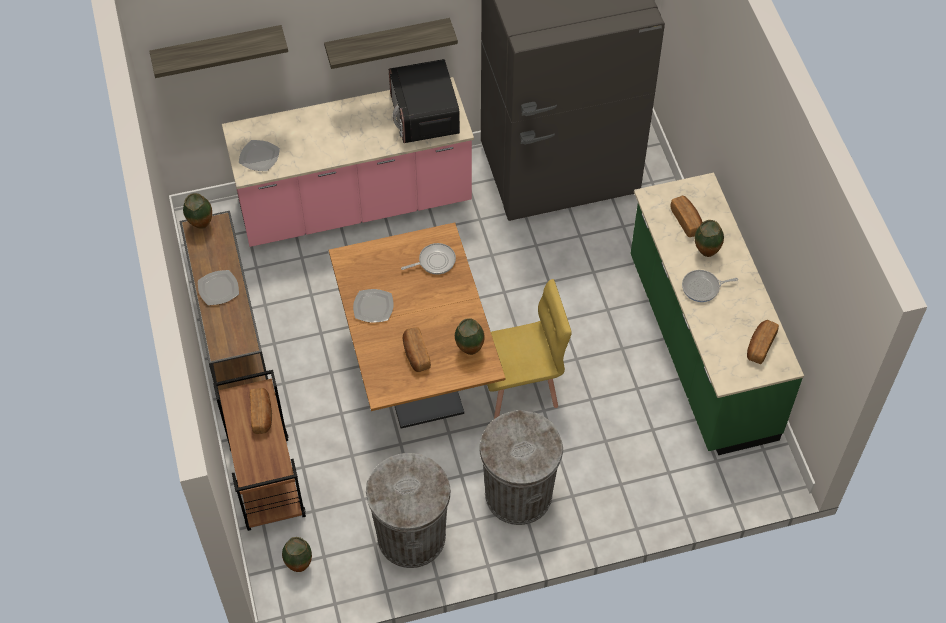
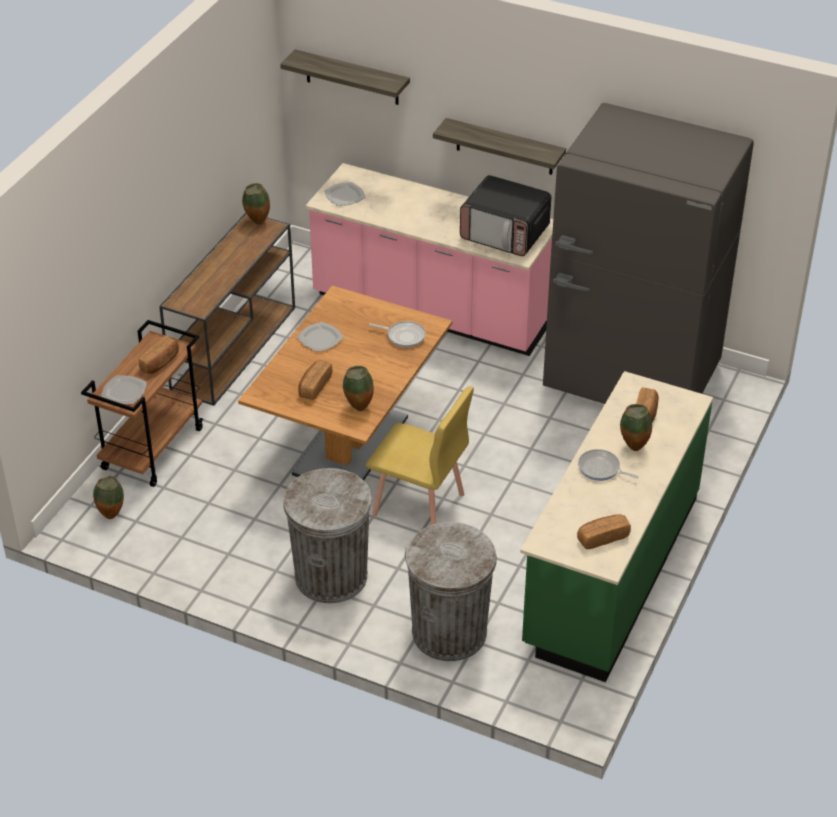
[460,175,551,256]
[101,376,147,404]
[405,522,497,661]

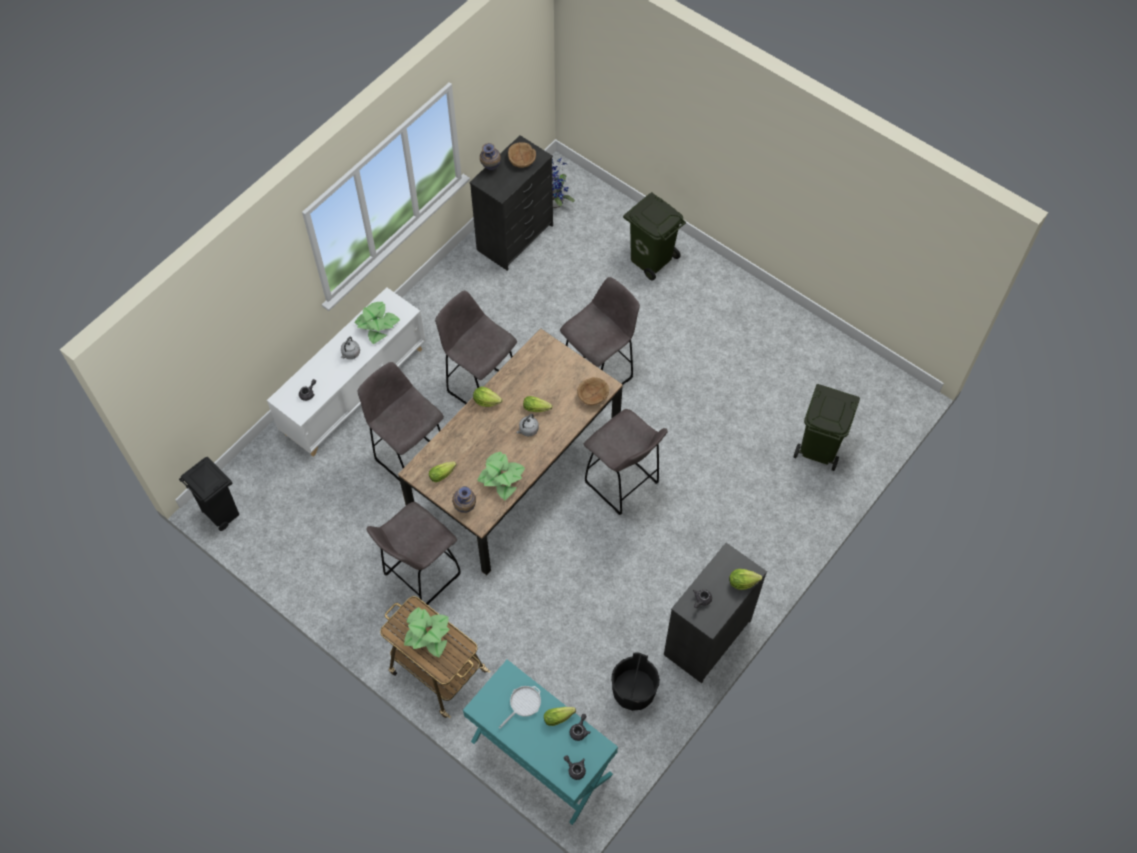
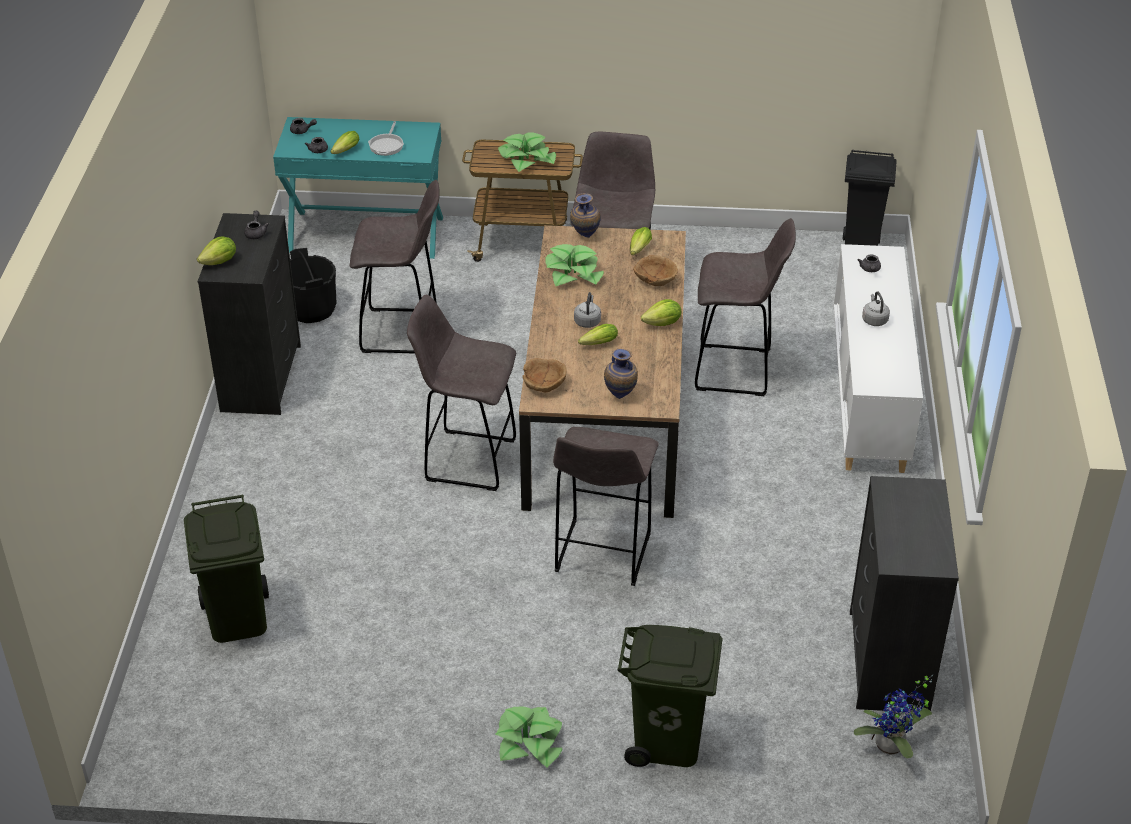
[633,255,678,286]
[604,349,638,399]
[350,180,440,354]
[496,706,562,768]

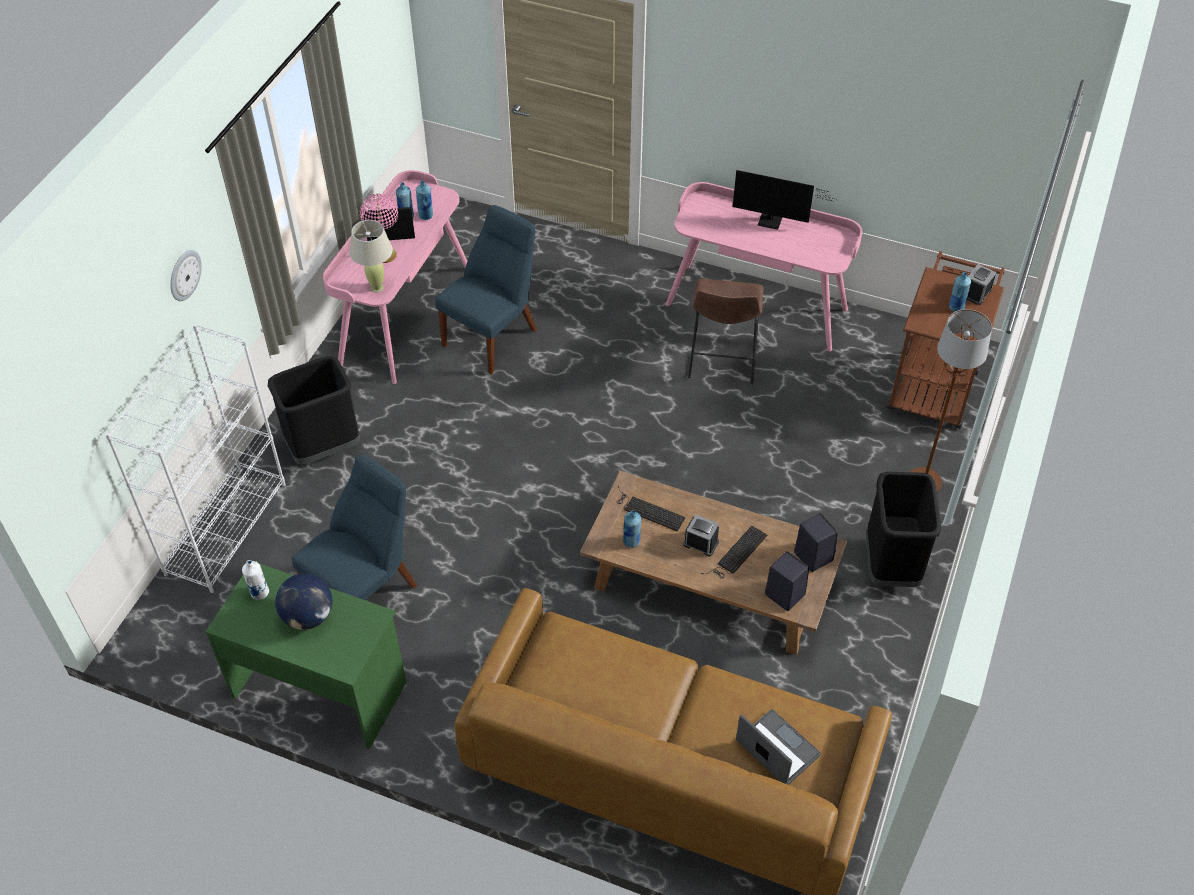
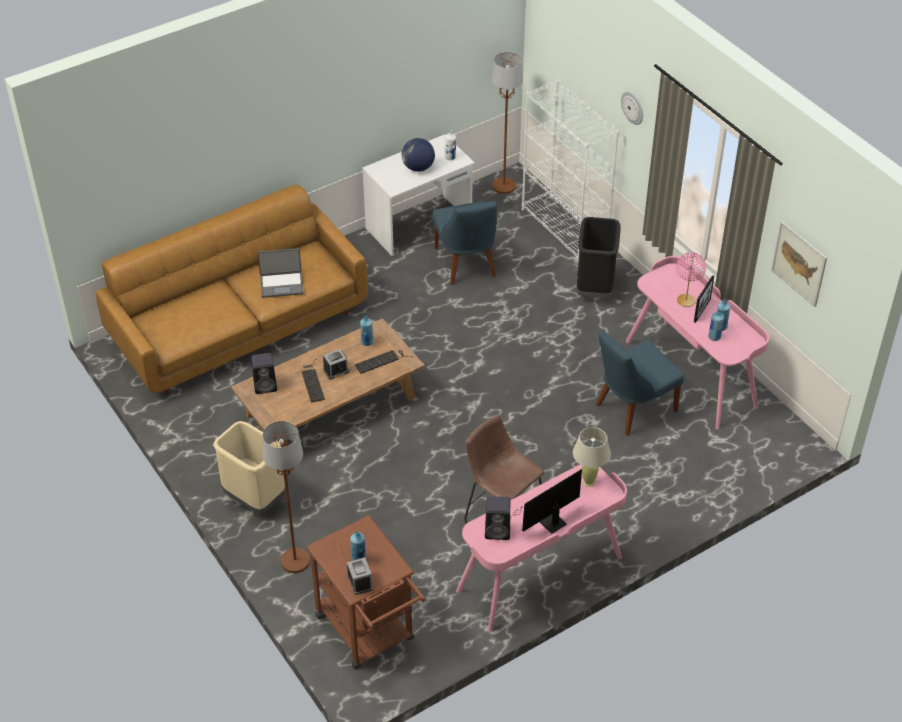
[596,330,684,436]
[573,427,611,487]
[213,421,285,514]
[485,496,510,540]
[362,134,475,256]
[258,248,304,298]
[492,52,523,194]
[771,221,827,307]

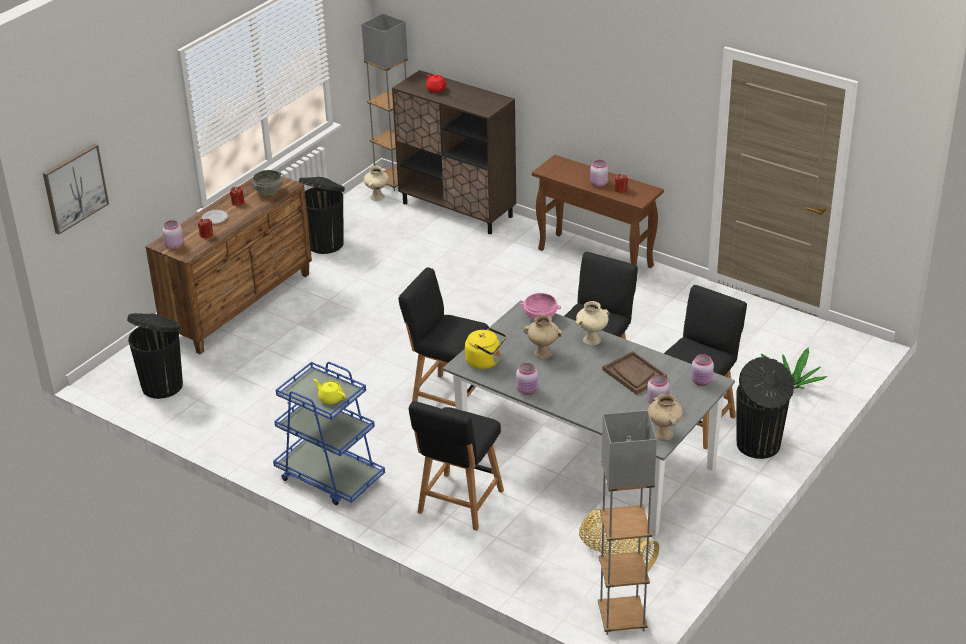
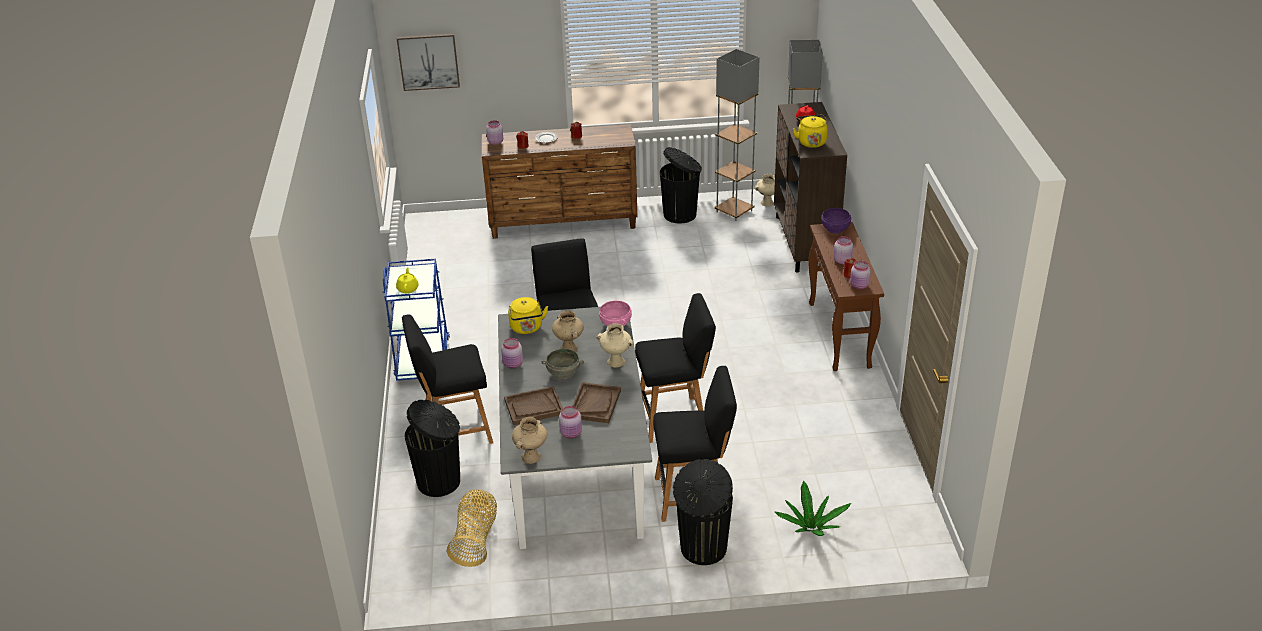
[542,349,584,379]
[405,400,460,497]
[850,261,871,289]
[714,49,760,221]
[793,115,828,148]
[821,208,851,233]
[504,386,563,425]

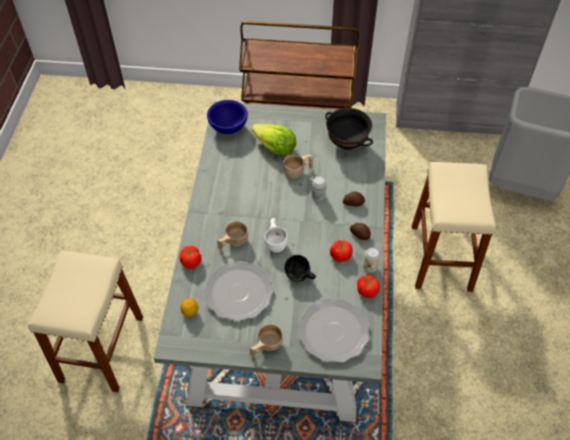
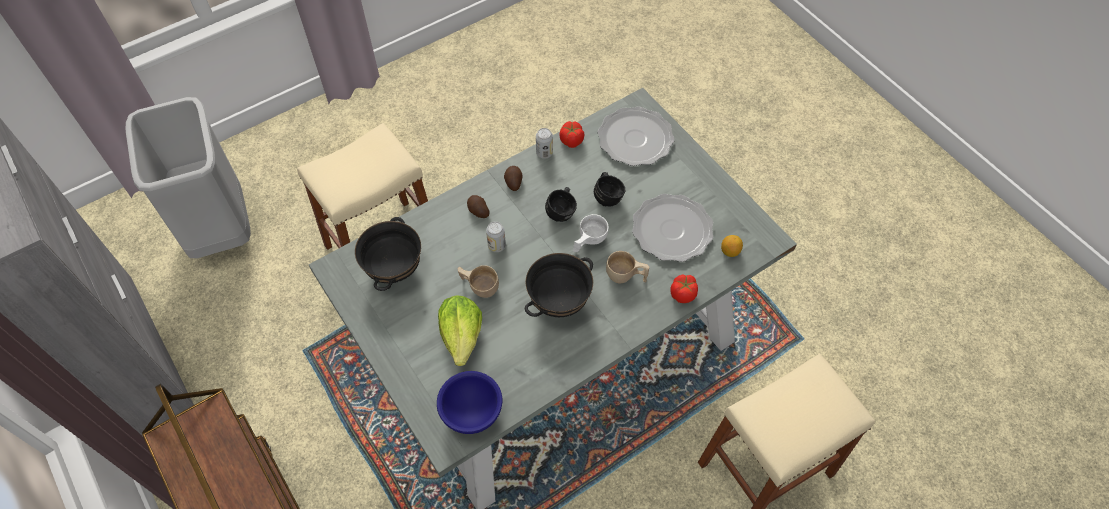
[330,240,352,262] (first image)
[250,324,283,356] (first image)
[545,187,577,222]
[525,253,593,317]

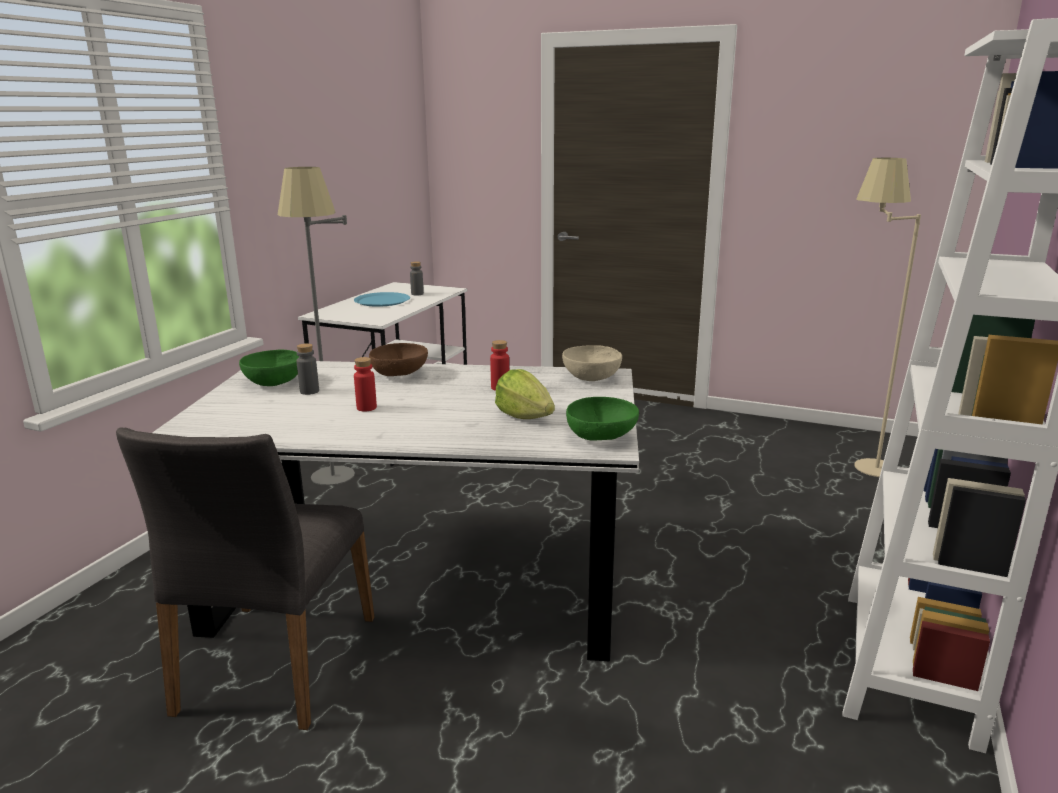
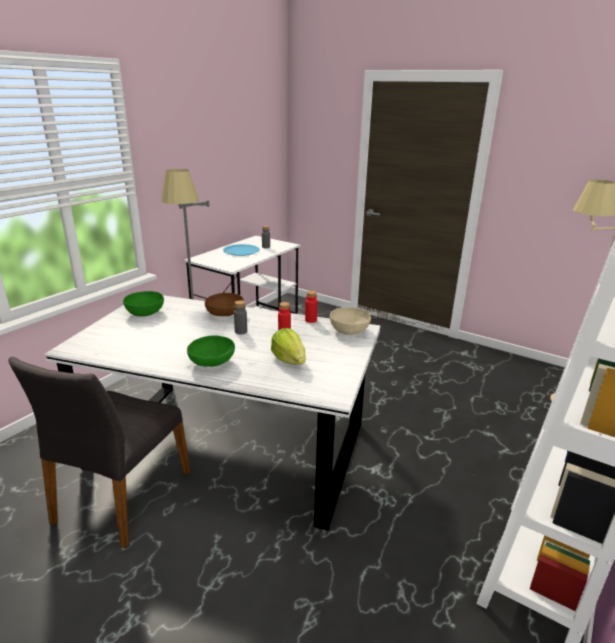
[234,300,247,334]
[305,291,317,323]
[187,336,235,367]

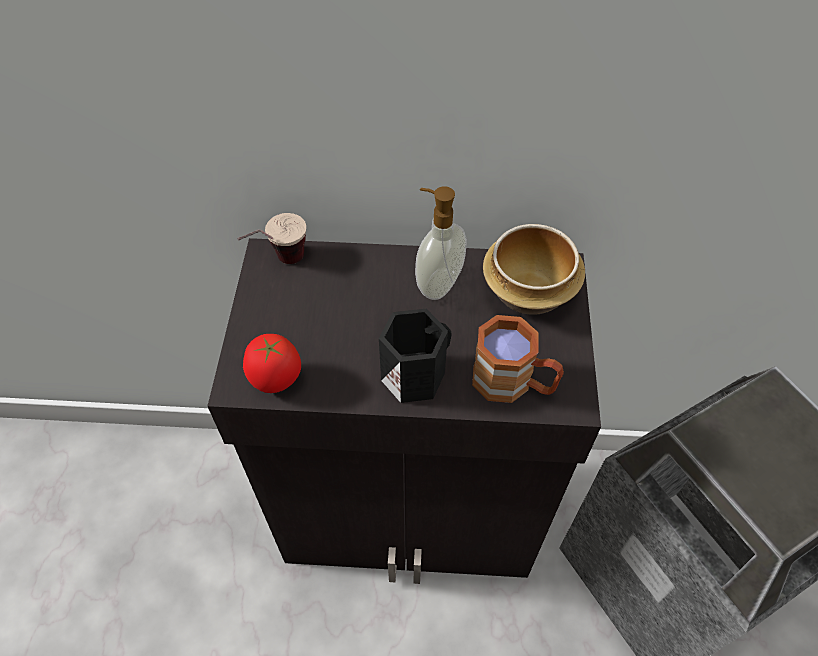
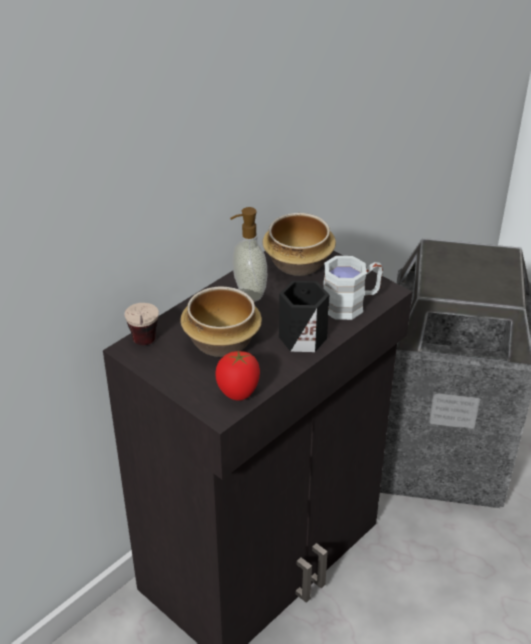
[323,256,383,320]
[180,287,262,357]

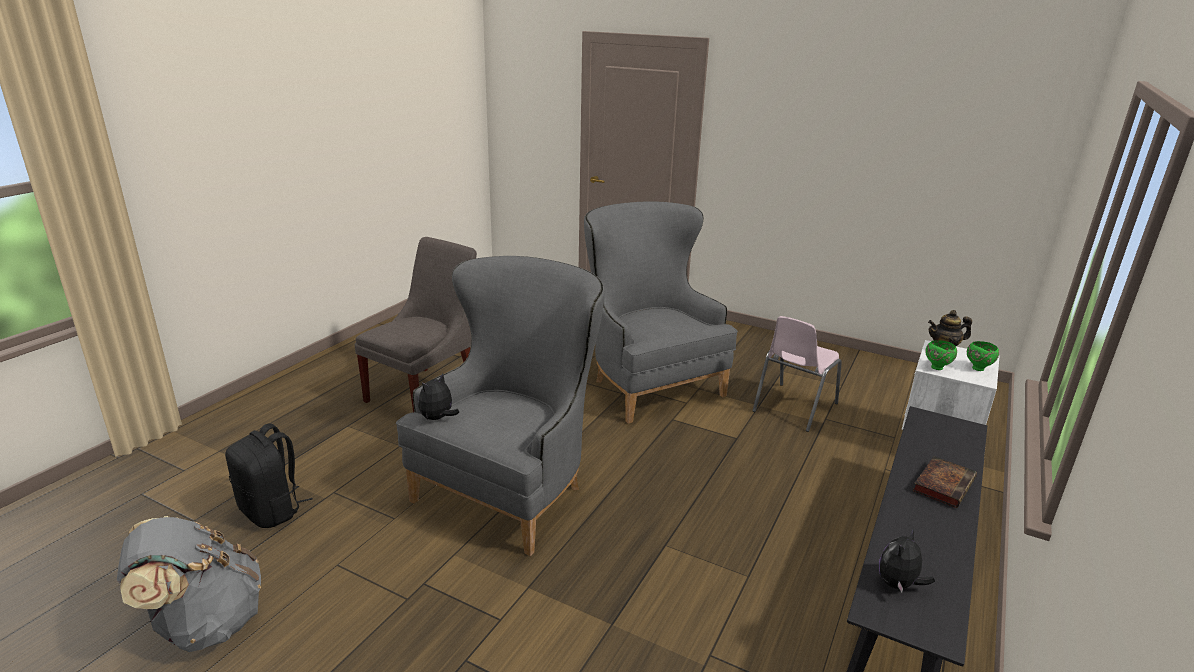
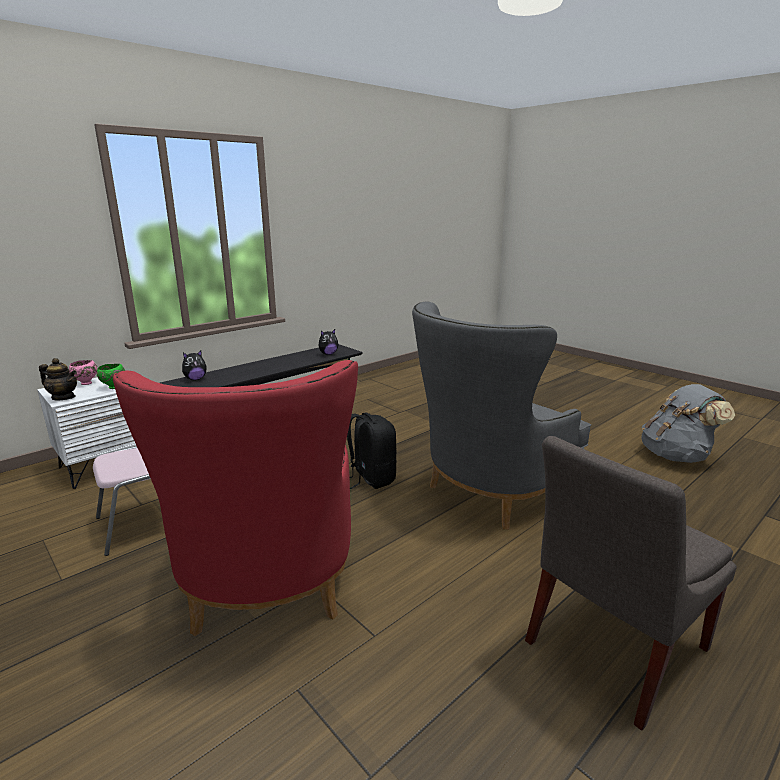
[113,360,358,636]
[69,360,97,385]
[182,351,207,380]
[347,413,396,489]
[912,456,977,508] (first image)

